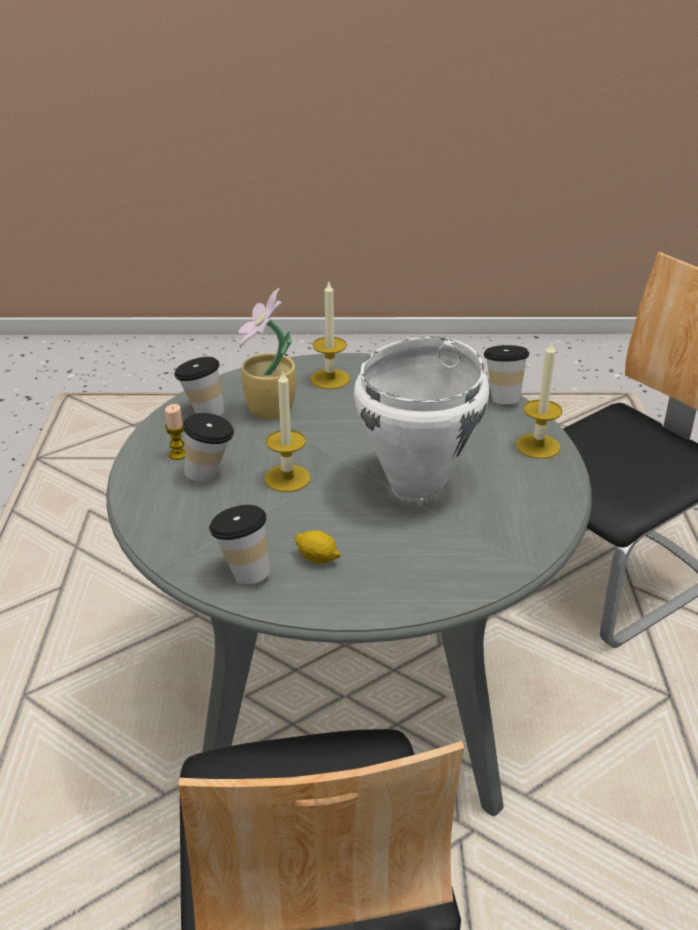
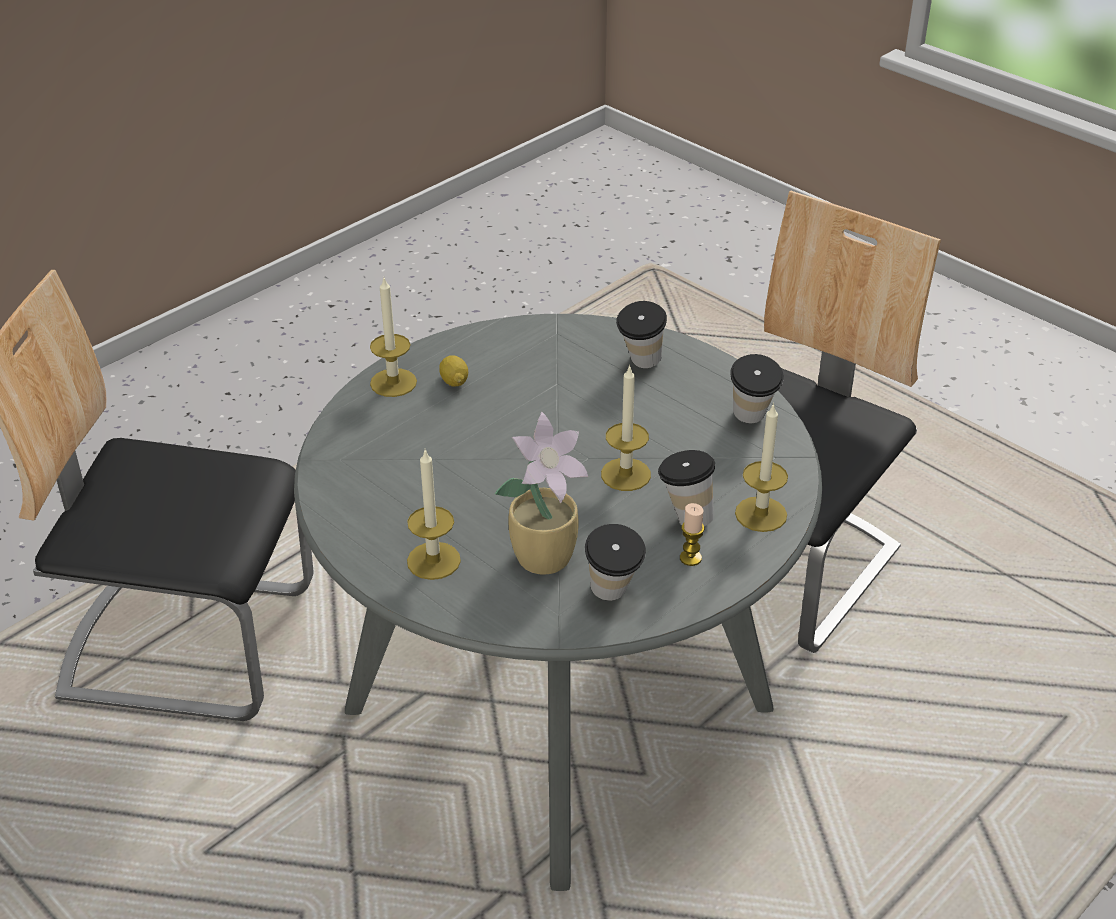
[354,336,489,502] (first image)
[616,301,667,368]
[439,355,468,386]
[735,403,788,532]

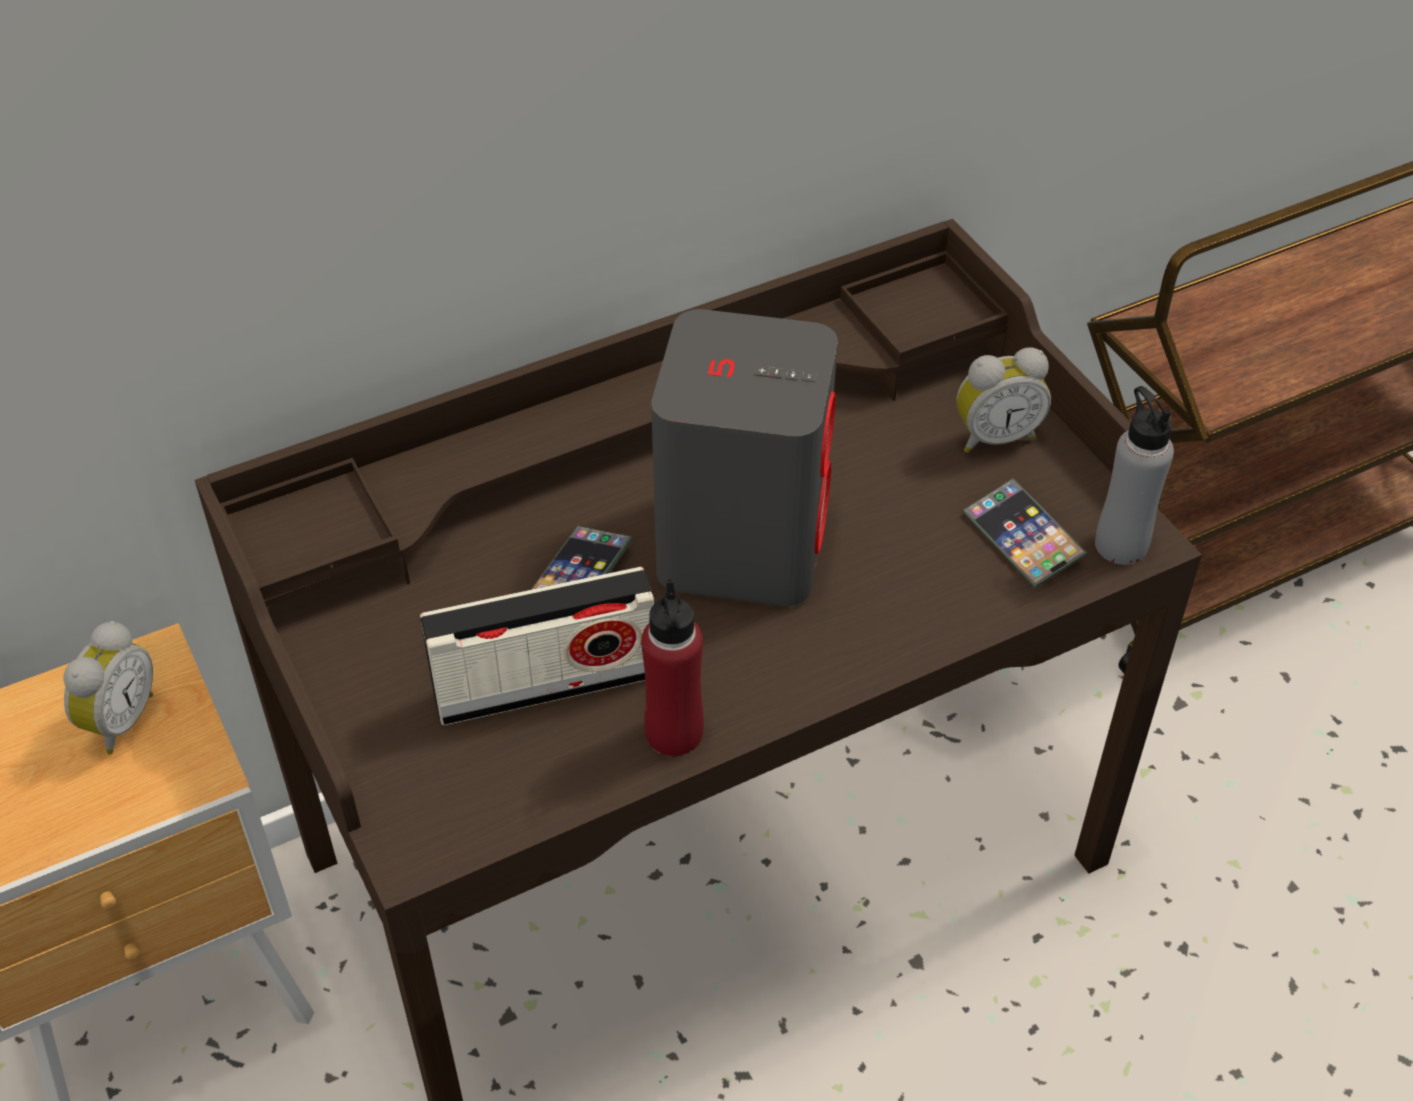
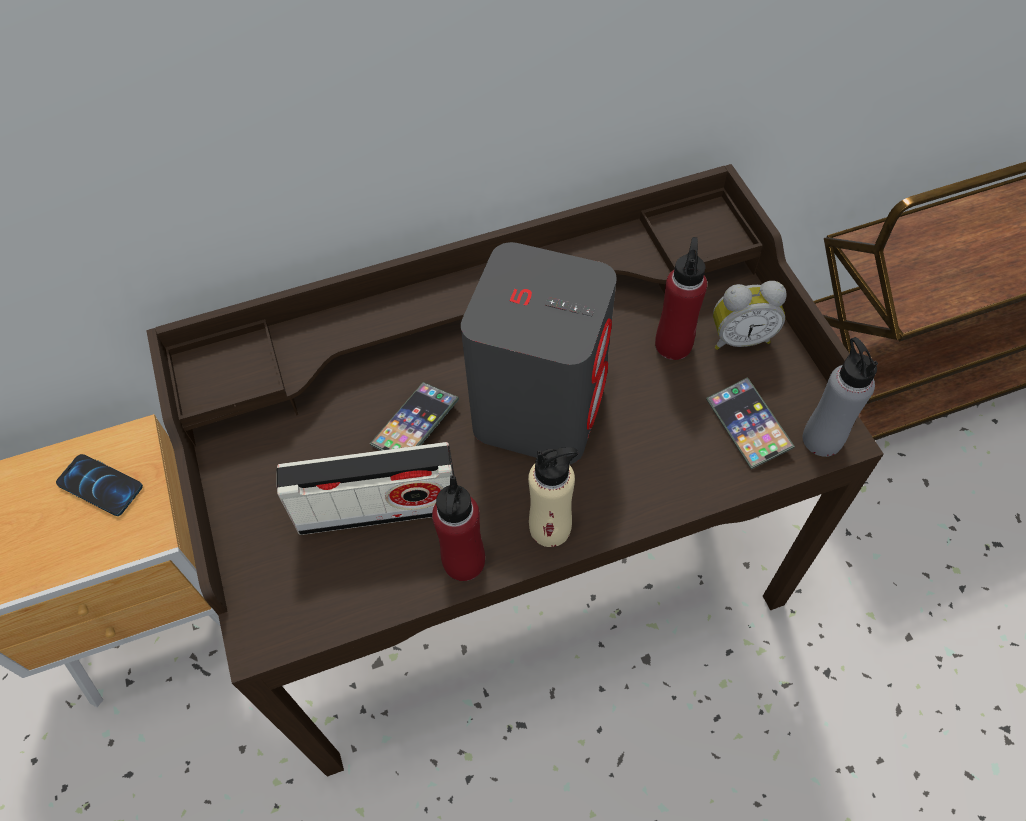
[56,454,143,516]
[655,237,707,360]
[528,447,578,547]

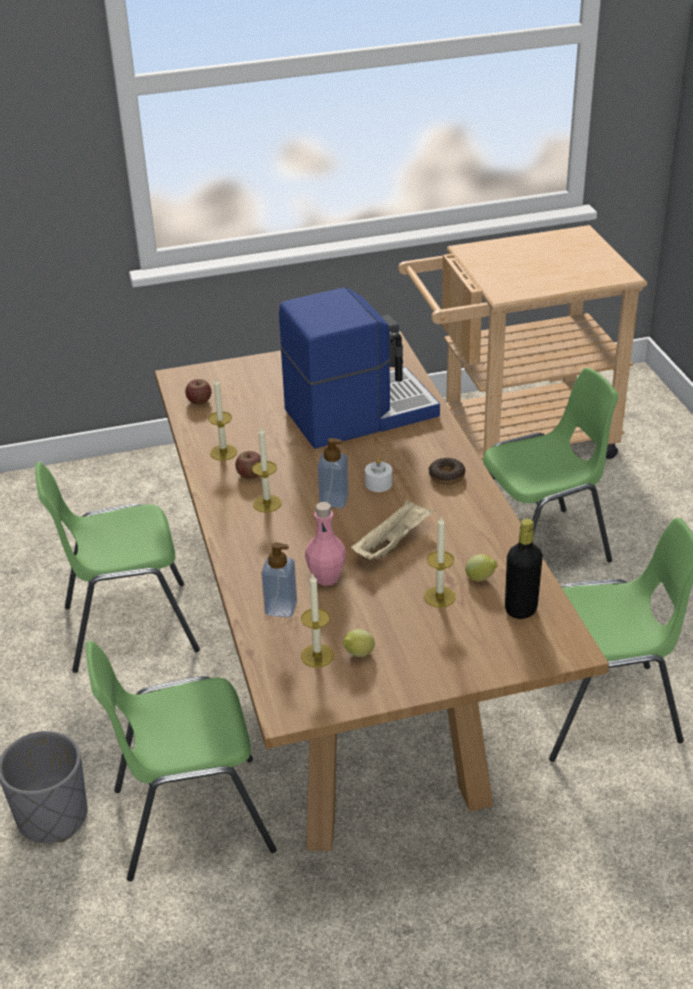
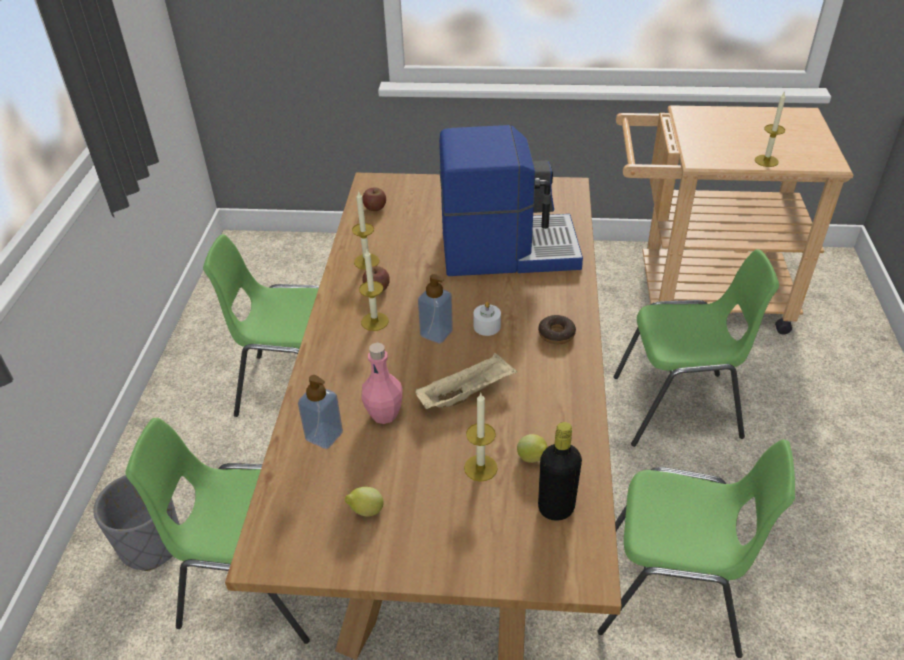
[755,91,786,167]

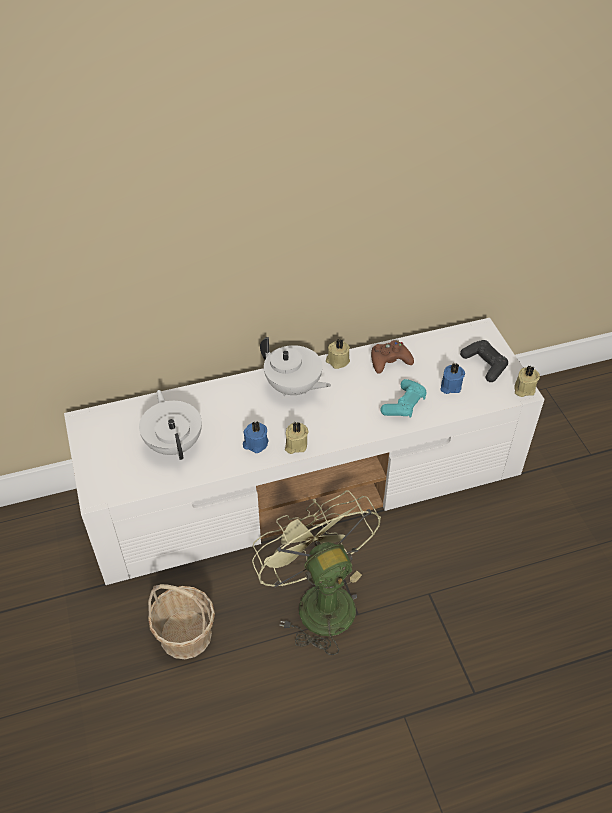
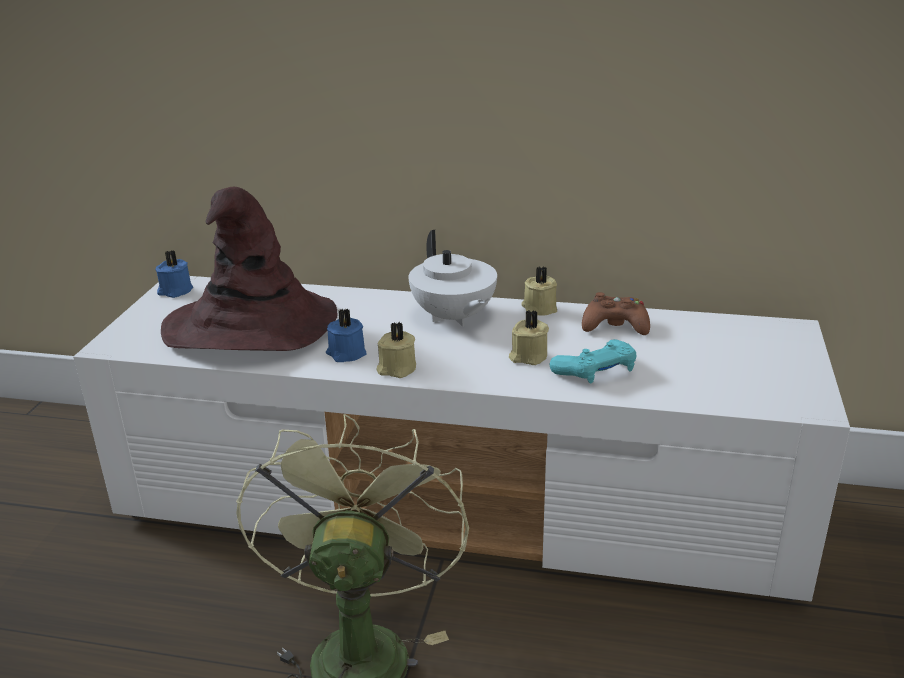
[460,340,508,382] (first image)
[155,250,193,298]
[509,310,549,365]
[161,186,338,351]
[148,584,215,659] (first image)

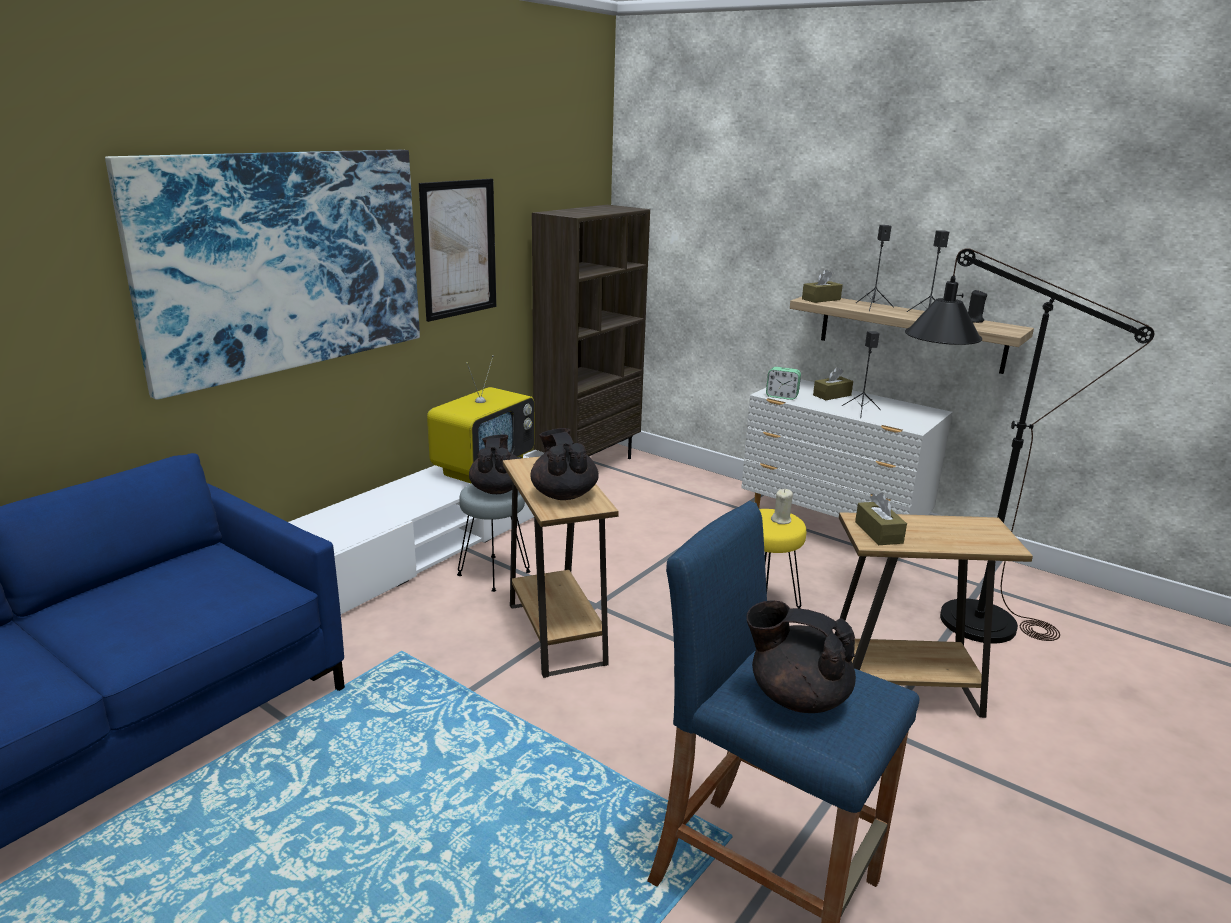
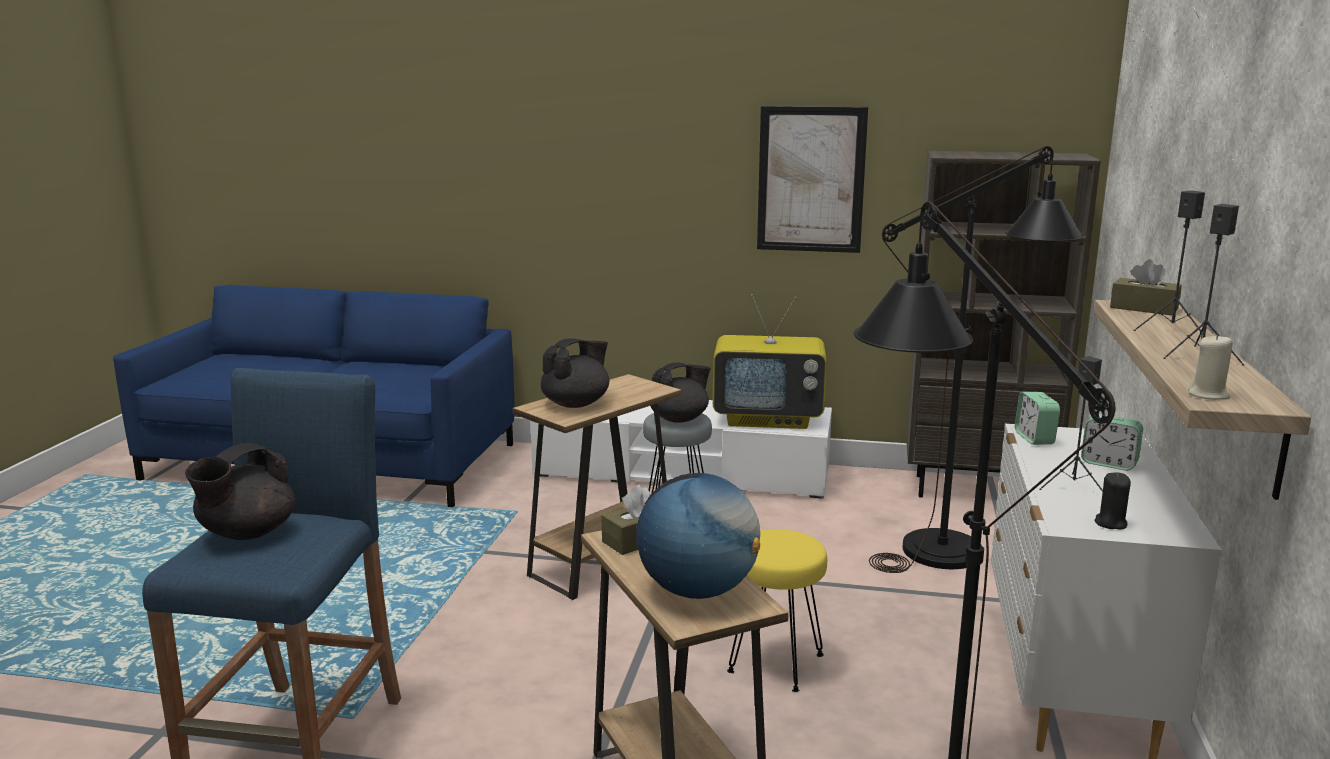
[105,150,420,400] (first image)
[1095,472,1131,530]
[1081,414,1143,471]
[1188,334,1233,400]
[185,443,295,540]
[869,146,1084,573]
[636,473,760,599]

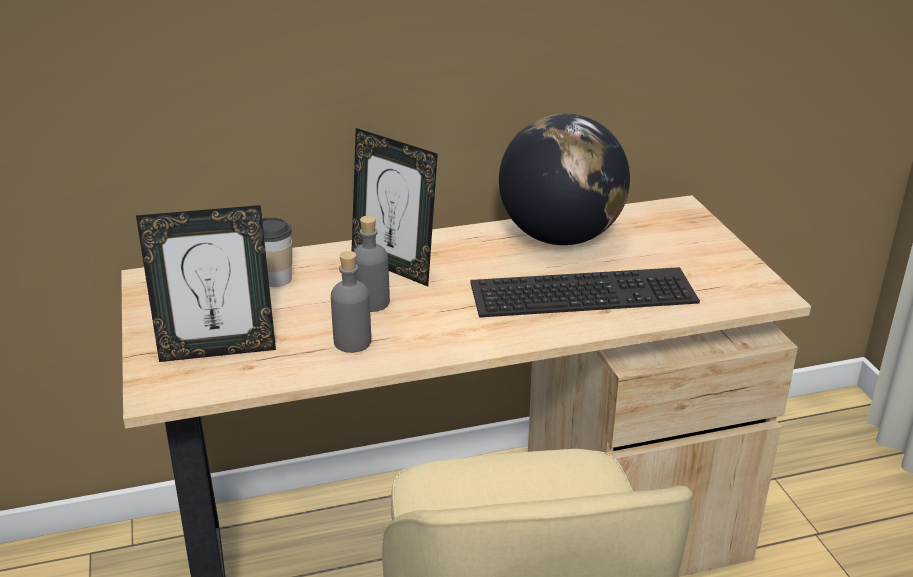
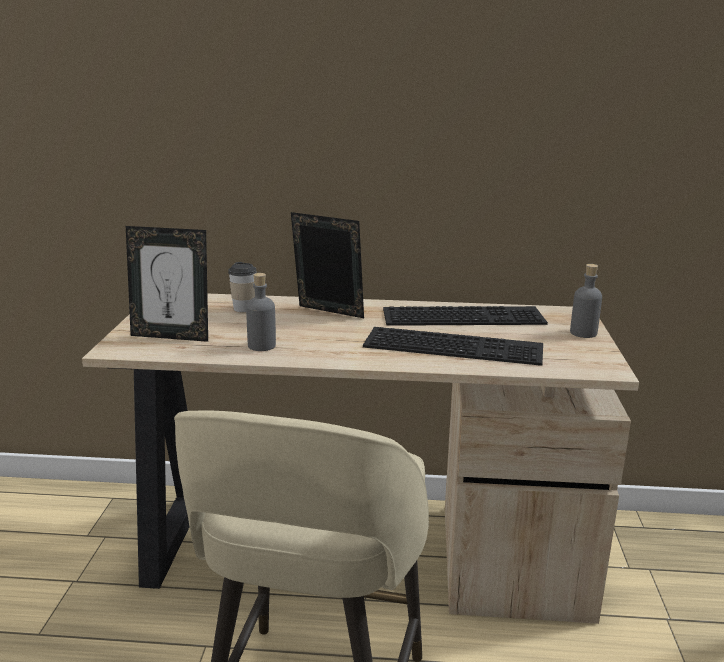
[383,306,548,326]
[291,212,364,318]
[570,264,602,338]

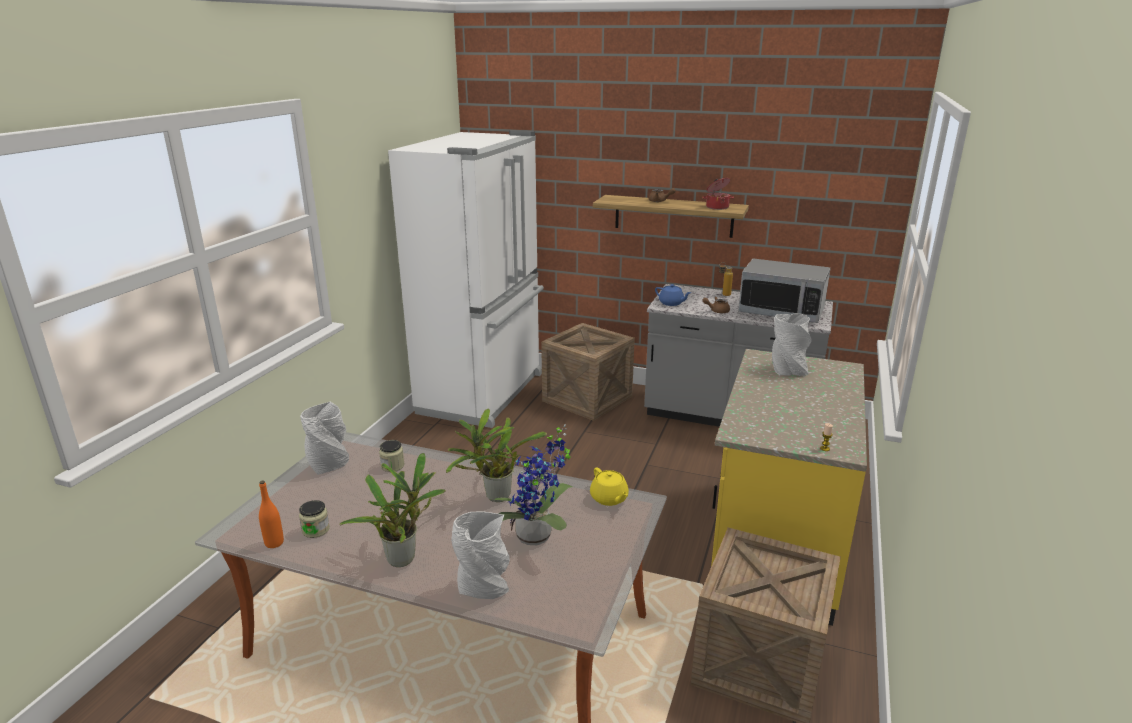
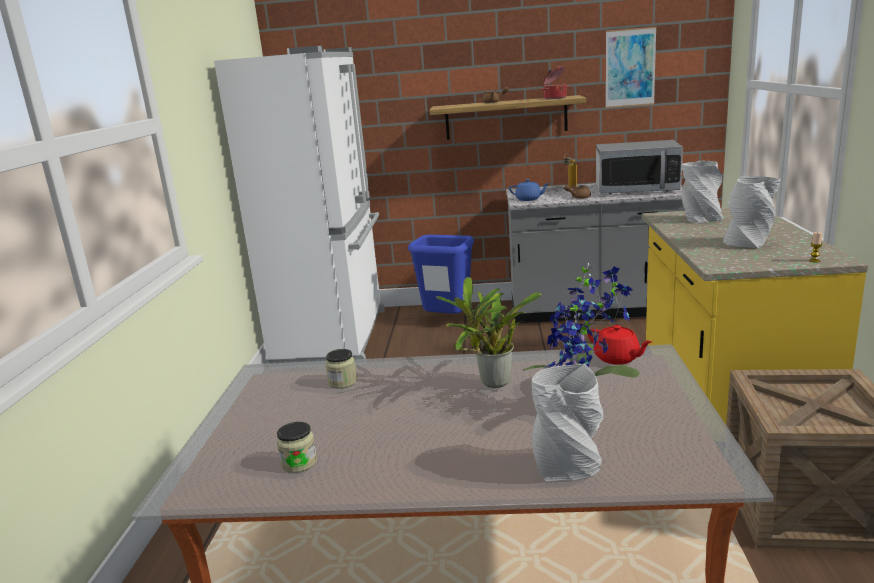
[408,235,474,314]
[723,176,781,248]
[339,453,446,567] (first image)
[588,325,652,365]
[259,481,284,548] (first image)
[606,26,657,108]

